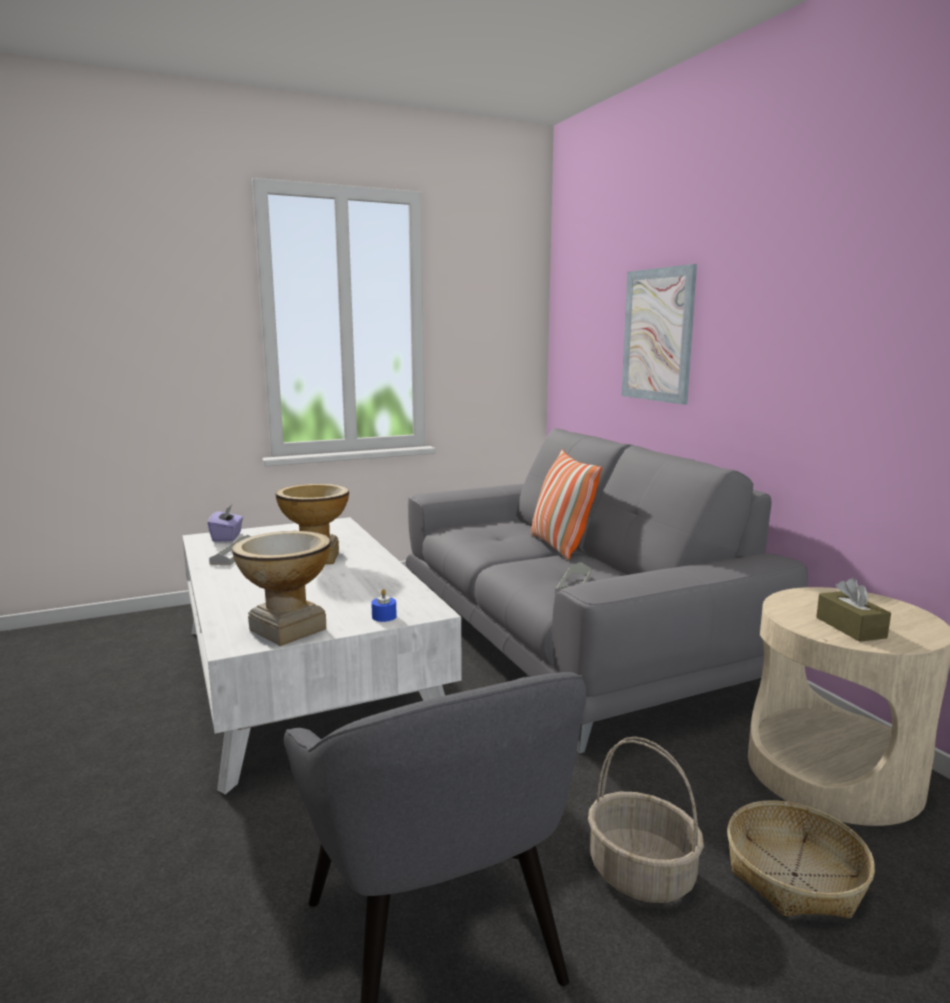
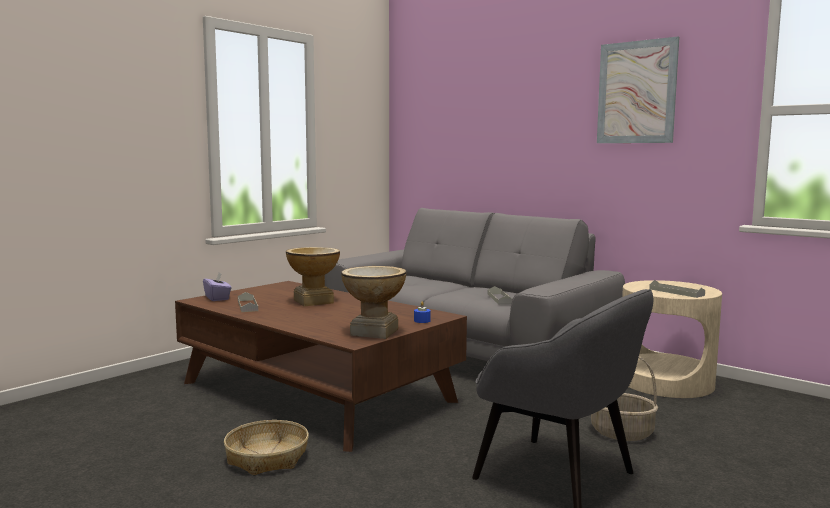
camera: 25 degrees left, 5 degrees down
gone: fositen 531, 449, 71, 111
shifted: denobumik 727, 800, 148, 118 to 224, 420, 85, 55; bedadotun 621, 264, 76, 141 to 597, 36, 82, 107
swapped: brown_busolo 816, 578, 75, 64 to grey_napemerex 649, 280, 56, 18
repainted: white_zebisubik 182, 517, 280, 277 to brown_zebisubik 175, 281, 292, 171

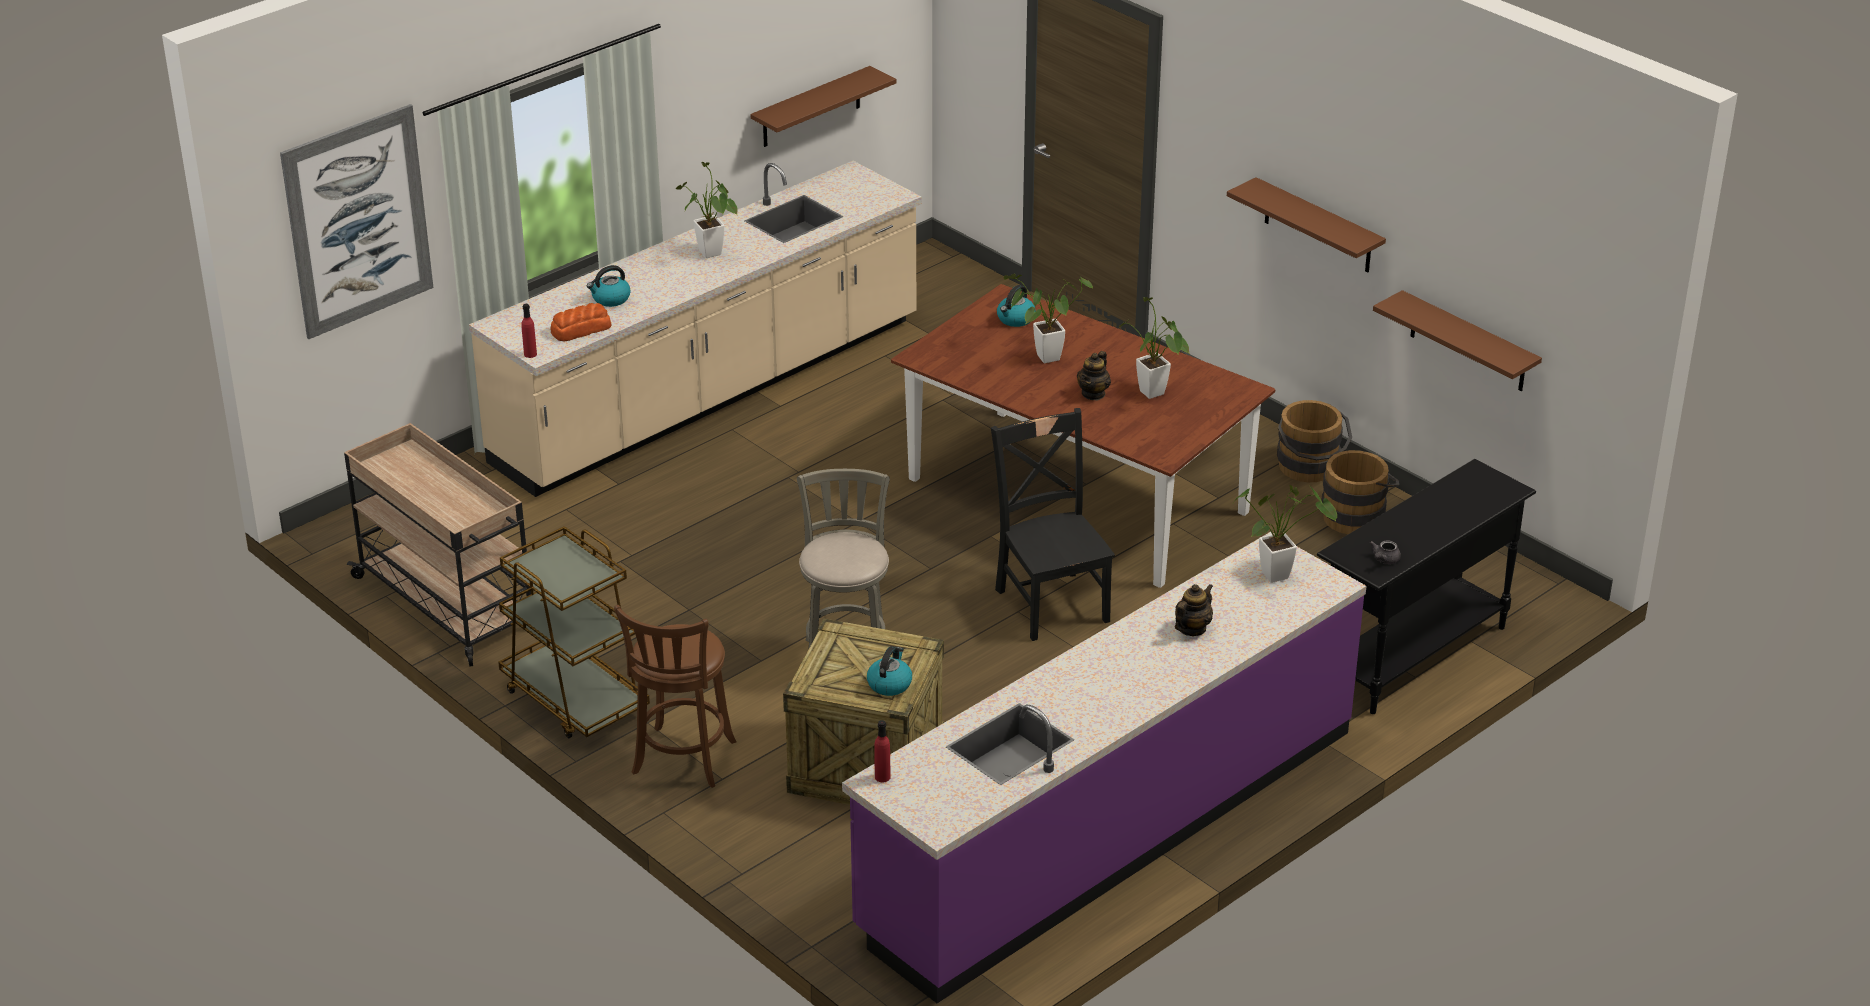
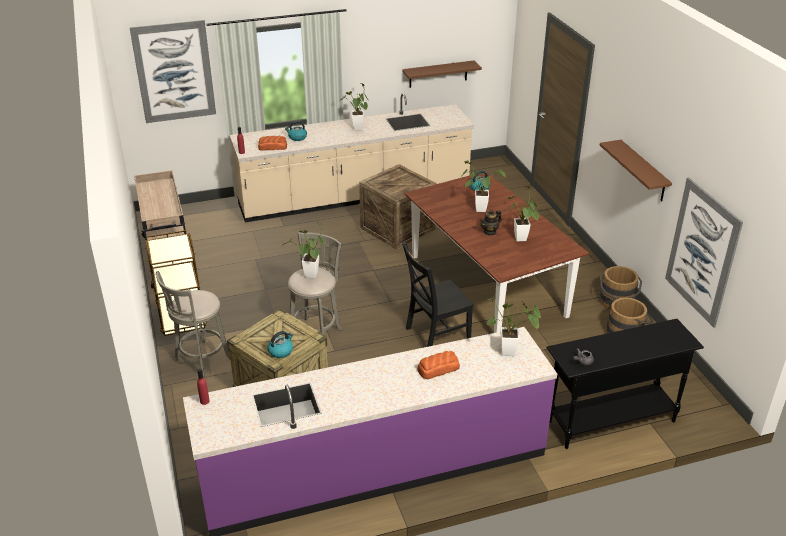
camera: 25 degrees right, 0 degrees up
new: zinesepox 283, 222, 41, 57; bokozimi 359, 164, 78, 86
swapped: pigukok 1175, 584, 38, 52 to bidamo 417, 351, 43, 28; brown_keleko 1373, 290, 169, 101 to bedadotun 665, 177, 78, 151
repainted: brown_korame 614, 605, 122, 183 to grey_korame 156, 271, 74, 107
rotated: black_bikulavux 991, 408, 124, 233 = 402, 242, 72, 105 120 degrees counterclockwise

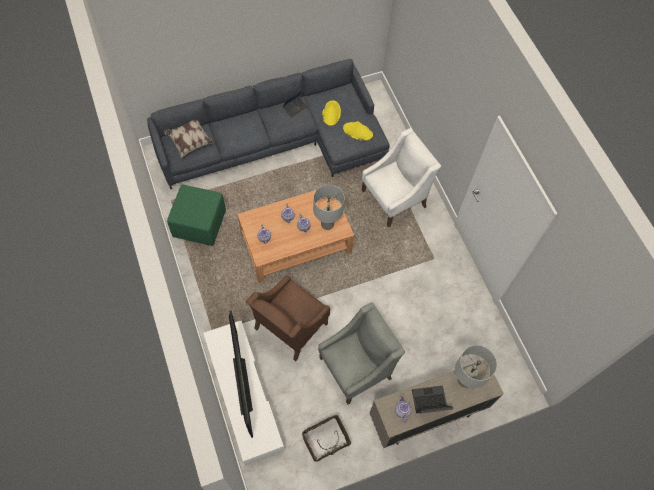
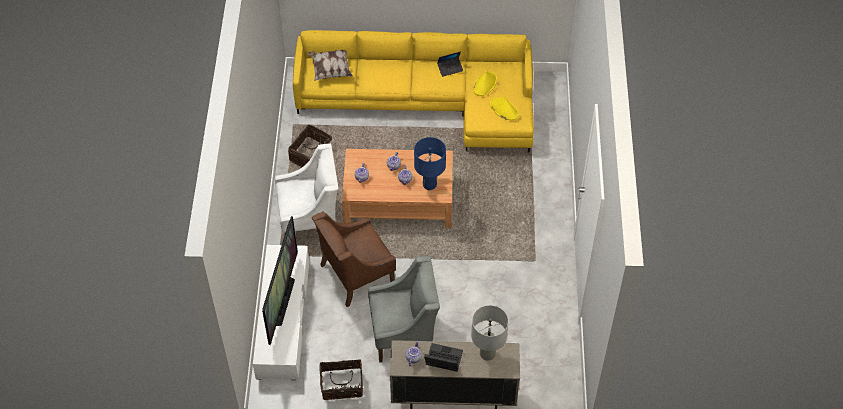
camera: 25 degrees right, 10 degrees down
shifted: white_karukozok 361, 128, 80, 99 to 275, 143, 64, 90
swapped: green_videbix 167, 184, 59, 62 to denobumik 288, 125, 44, 42
repainted: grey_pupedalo 147, 59, 243, 130 to yellow_pupedalo 293, 30, 241, 123; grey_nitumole 313, 185, 32, 45 to blue_nitumole 414, 137, 32, 53

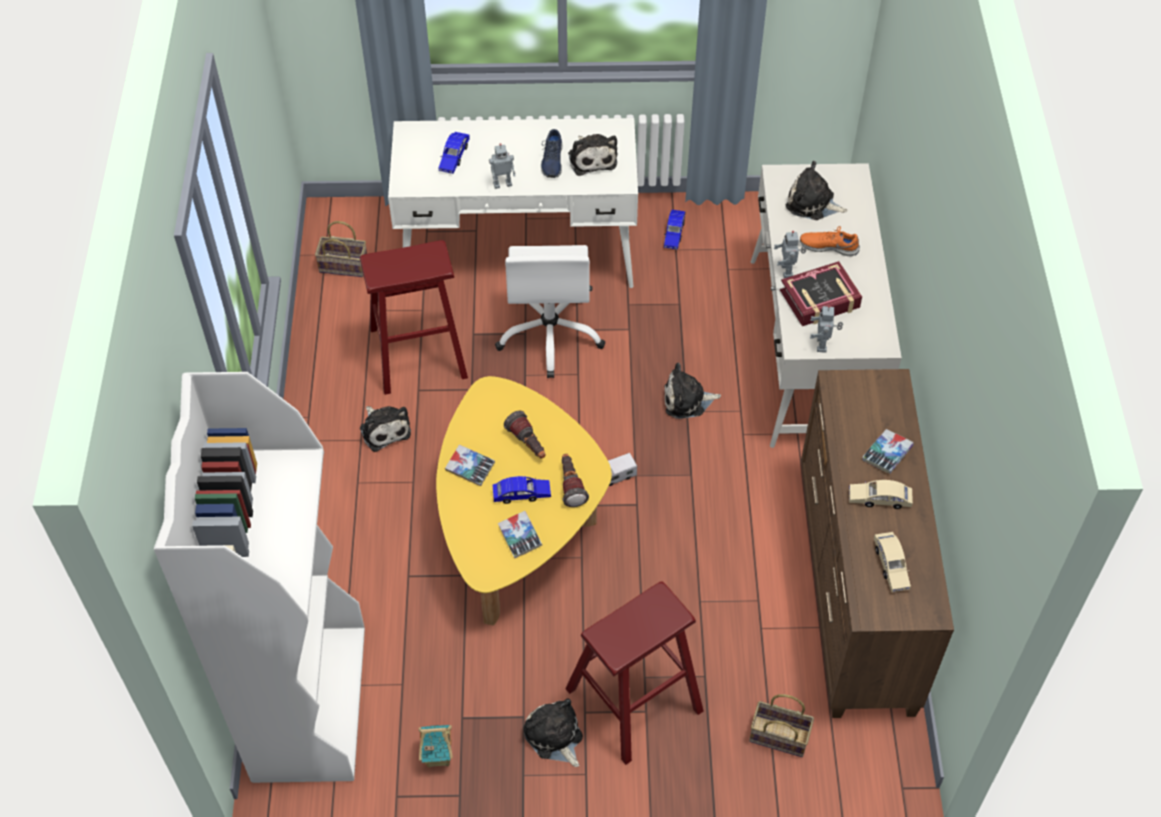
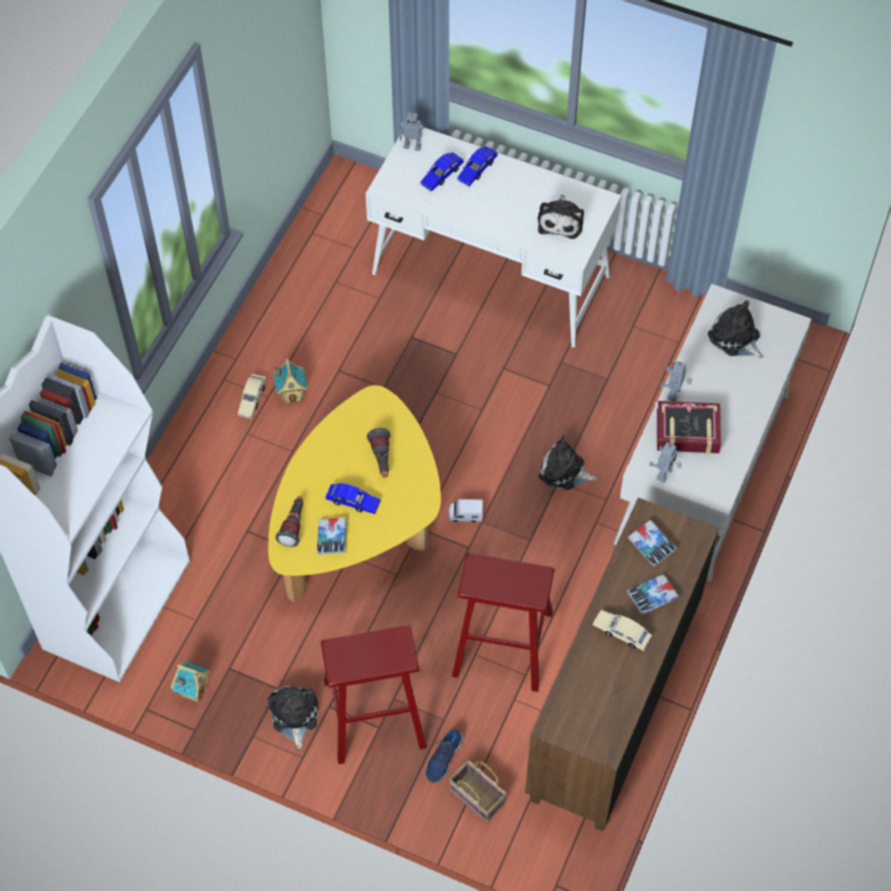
camera: 25 degrees right, 5 degrees up
gone: denobumik 315, 221, 52, 56; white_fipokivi 495, 245, 111, 133; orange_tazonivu 800, 226, 60, 31
shifted: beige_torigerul 874, 532, 37, 60 to 238, 374, 29, 45; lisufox 562, 454, 27, 53 to 275, 496, 28, 51; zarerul 489, 143, 26, 46 to 400, 112, 24, 39; blue_tazonivu 541, 129, 21, 49 to 426, 729, 37, 54; red_korame 360, 240, 108, 155 to 452, 553, 102, 139; blue_torigerul 664, 210, 21, 40 to 457, 146, 41, 40; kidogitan 445, 445, 50, 41 to 628, 520, 49, 47
swapped: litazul 360, 406, 51, 46 to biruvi 274, 359, 33, 45

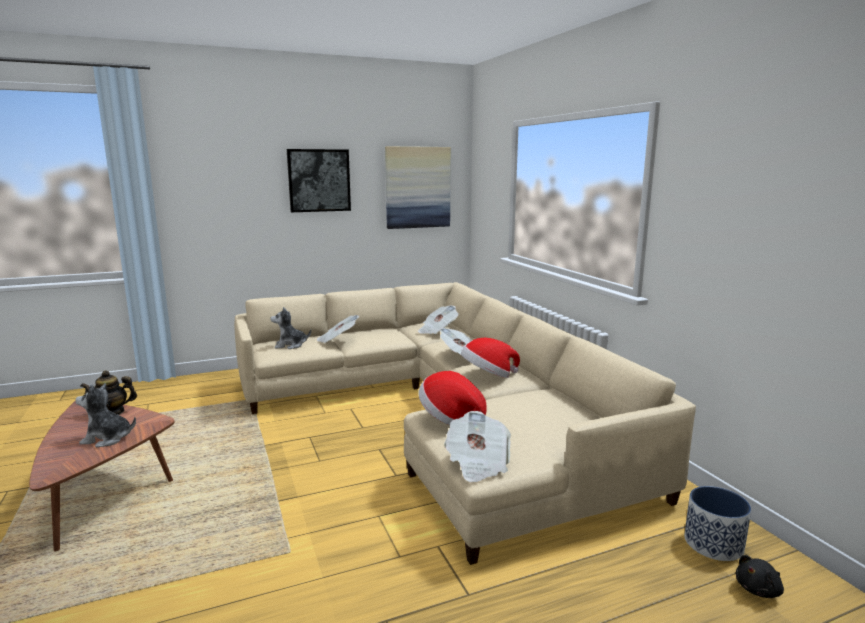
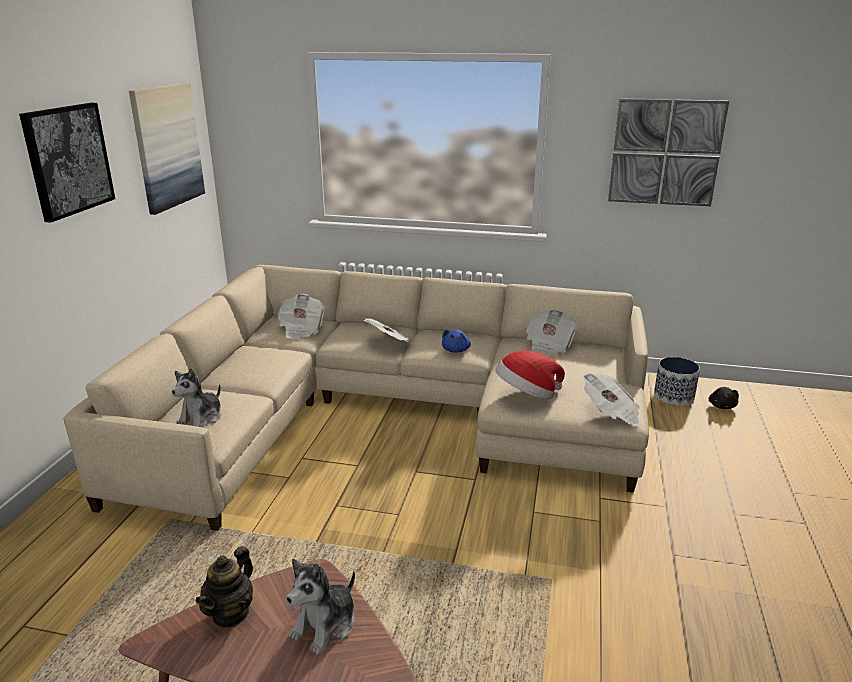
camera: 55 degrees left, 10 degrees up
new: bedadotun 608, 98, 121, 108
shifted: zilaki 316, 315, 43, 28 to 525, 310, 53, 45
swapped: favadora 461, 338, 59, 40 to blue_litazul 442, 329, 29, 24

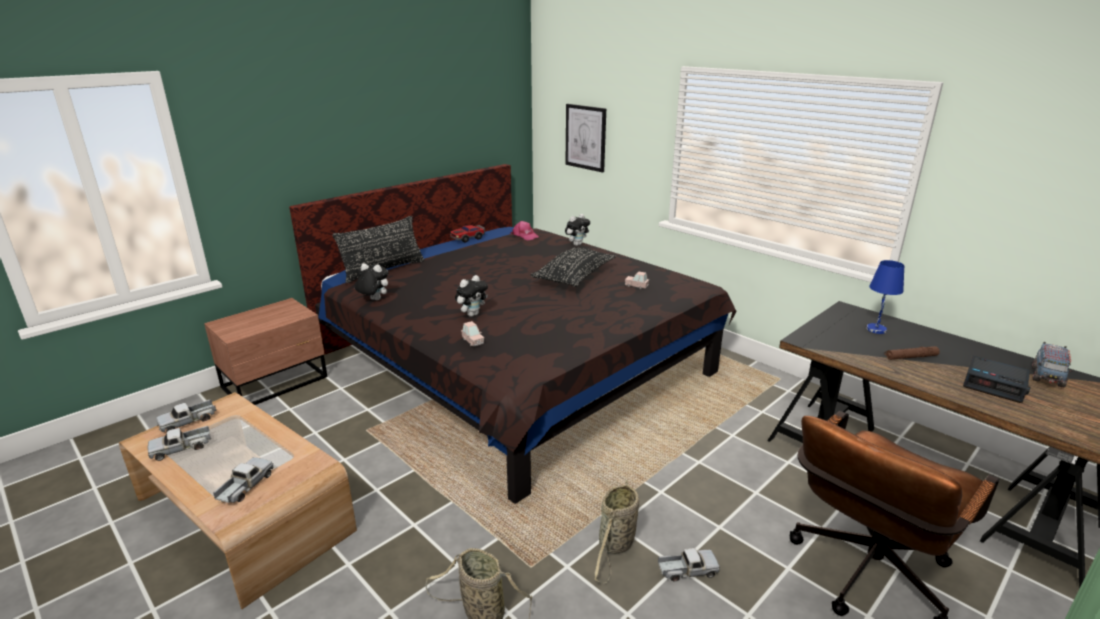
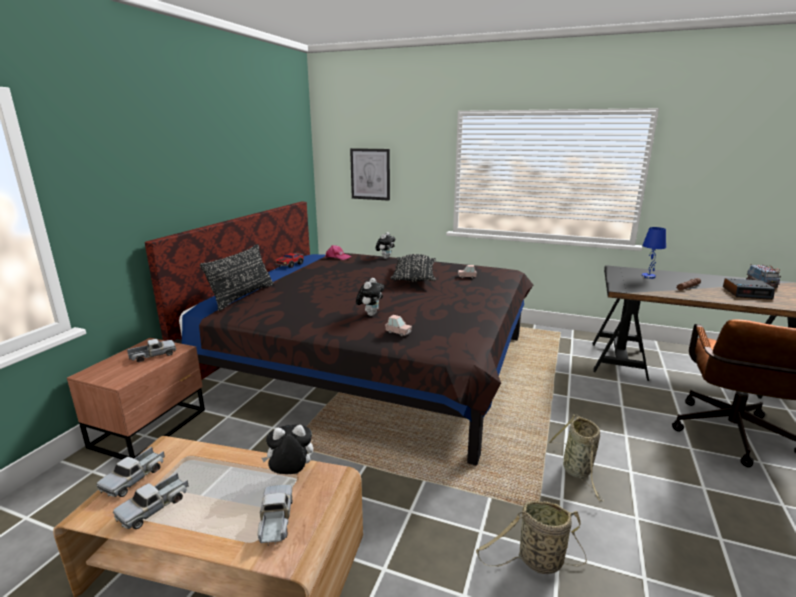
camera: 25 degrees left, 5 degrees down
shifted: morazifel 658, 548, 62, 33 to 127, 339, 49, 23; litazul 354, 263, 35, 37 to 262, 425, 51, 49

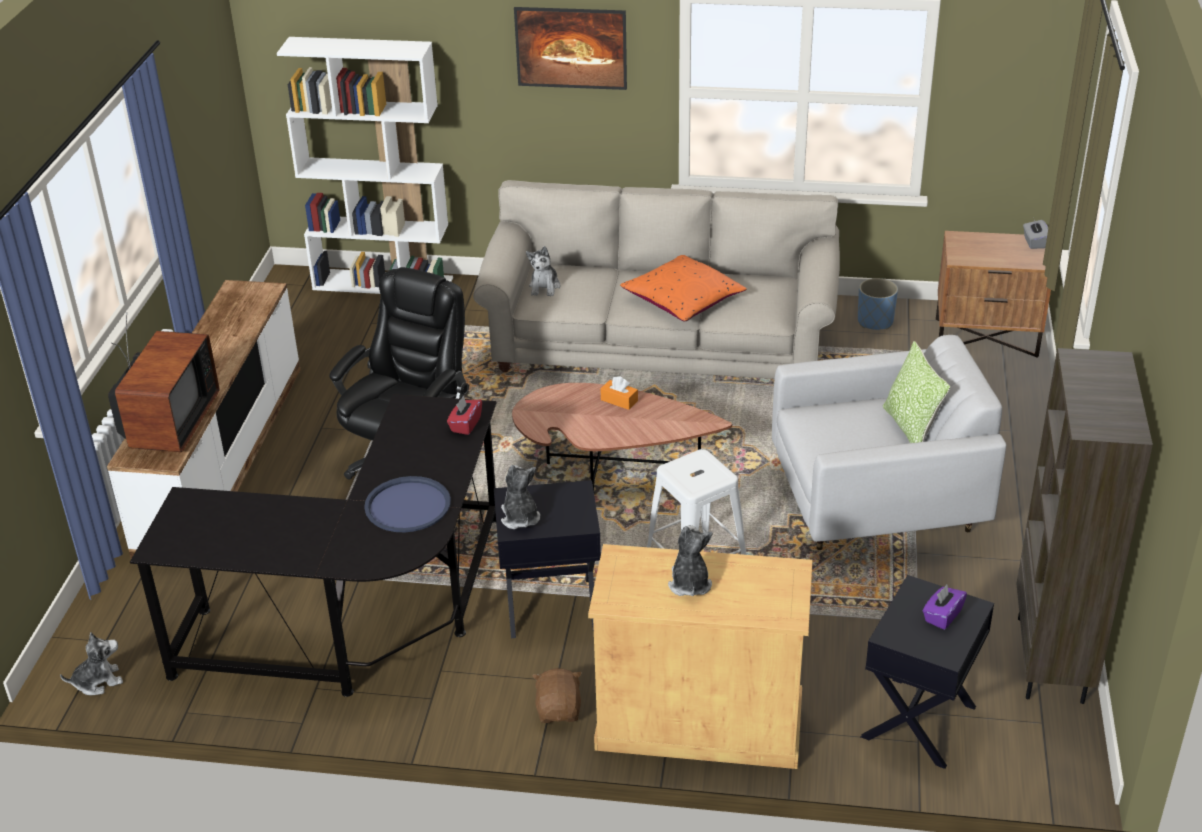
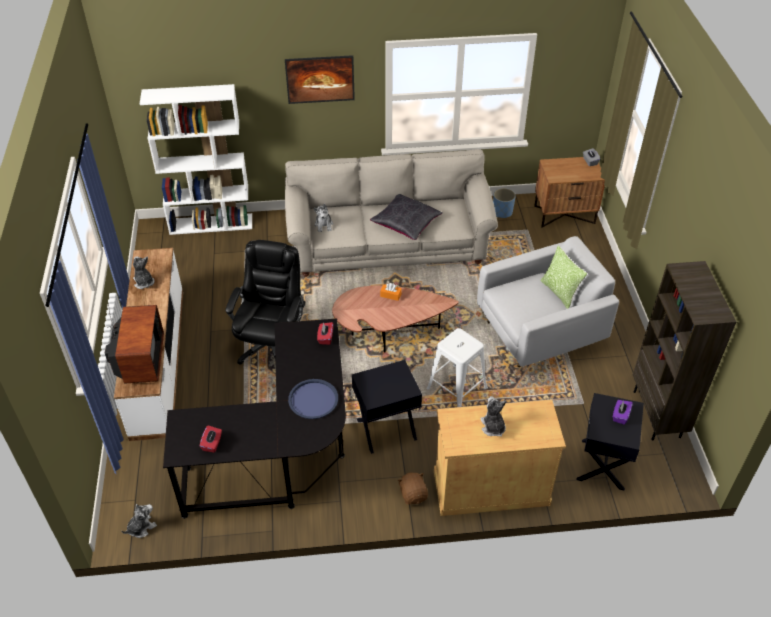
camera: 15 degrees left, 10 degrees up
new: red_busolo 200, 426, 22, 27
shifted: litazul 501, 465, 39, 64 to 133, 256, 22, 33
repainted: orange_fositen 620, 255, 127, 67 to black_fositen 370, 194, 72, 46

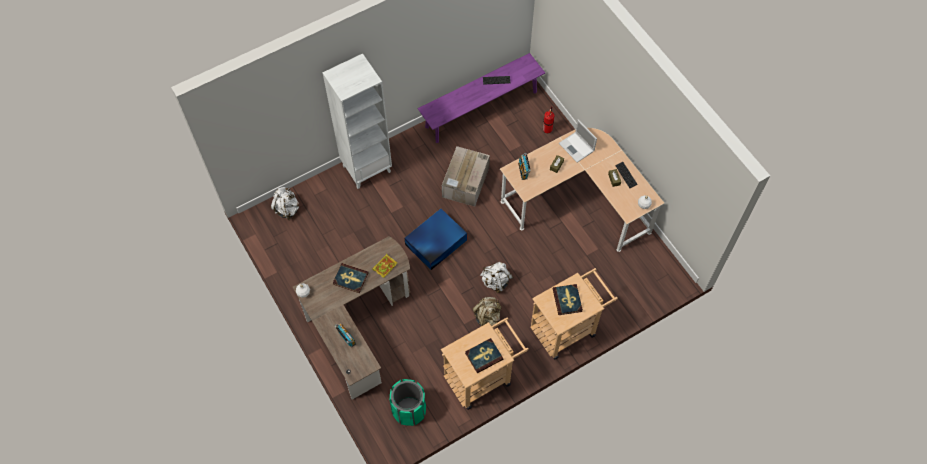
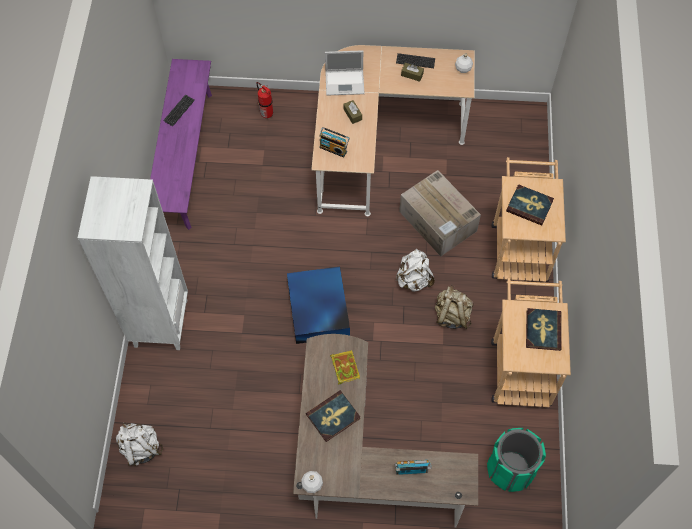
camera: 55 degrees left, 0 degrees up
shifted: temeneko 442, 146, 48, 61 to 399, 170, 82, 86

